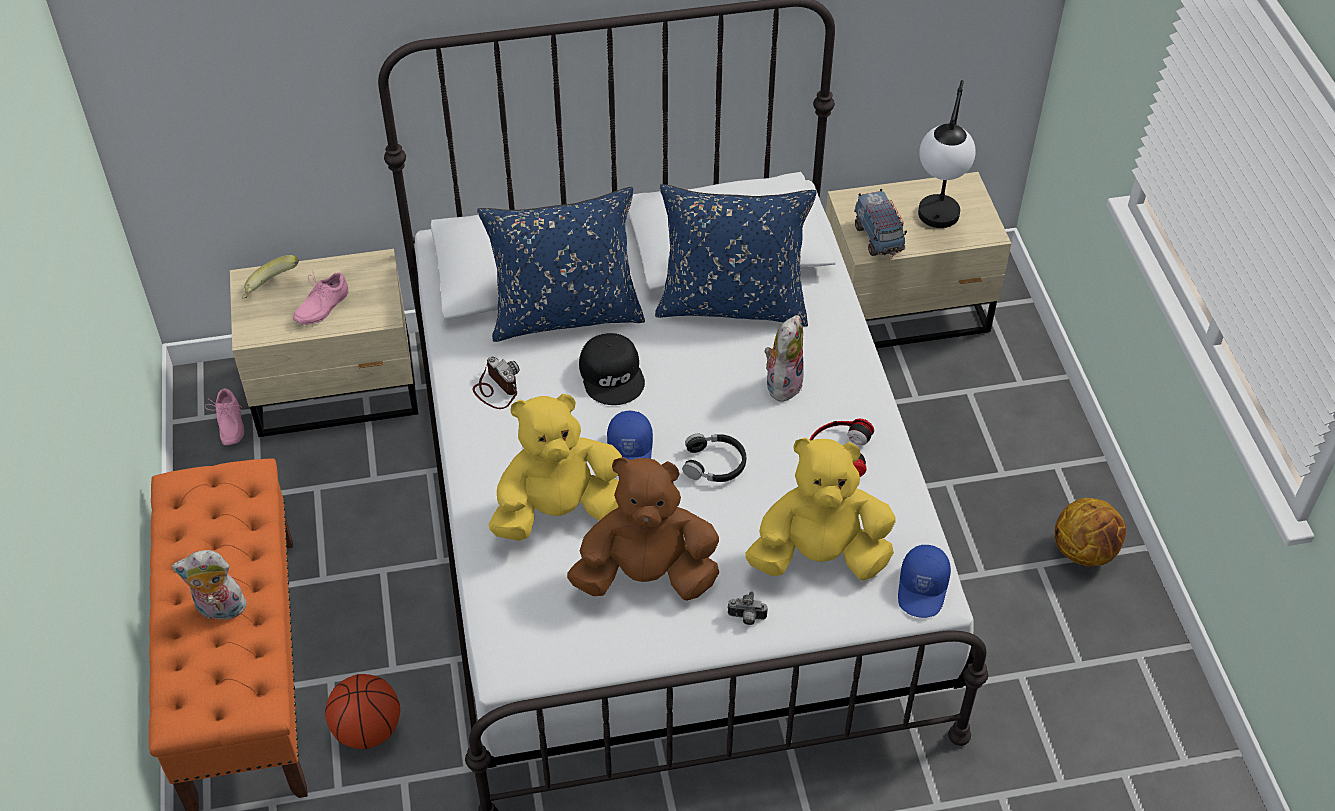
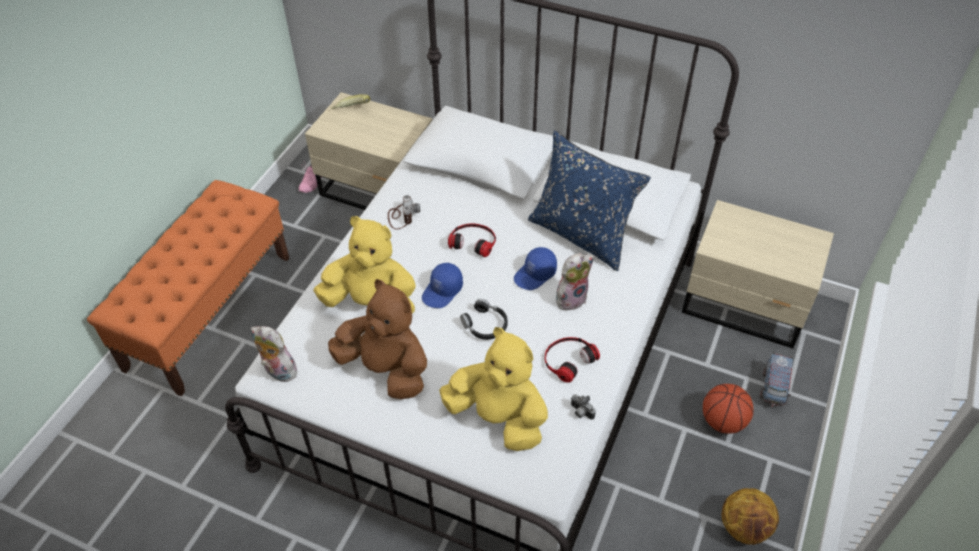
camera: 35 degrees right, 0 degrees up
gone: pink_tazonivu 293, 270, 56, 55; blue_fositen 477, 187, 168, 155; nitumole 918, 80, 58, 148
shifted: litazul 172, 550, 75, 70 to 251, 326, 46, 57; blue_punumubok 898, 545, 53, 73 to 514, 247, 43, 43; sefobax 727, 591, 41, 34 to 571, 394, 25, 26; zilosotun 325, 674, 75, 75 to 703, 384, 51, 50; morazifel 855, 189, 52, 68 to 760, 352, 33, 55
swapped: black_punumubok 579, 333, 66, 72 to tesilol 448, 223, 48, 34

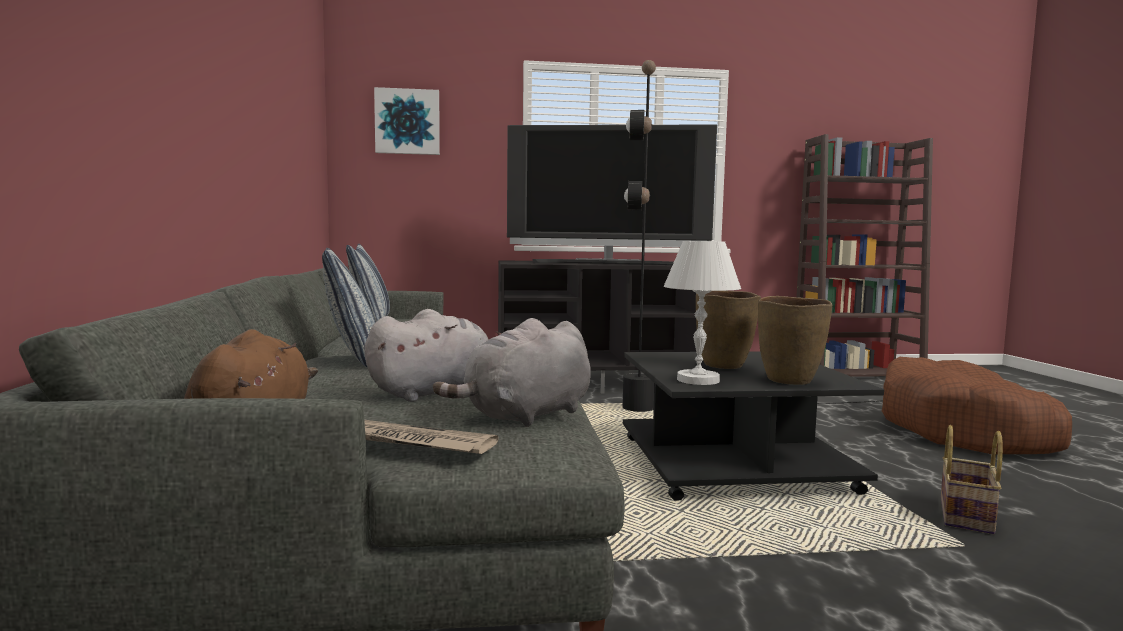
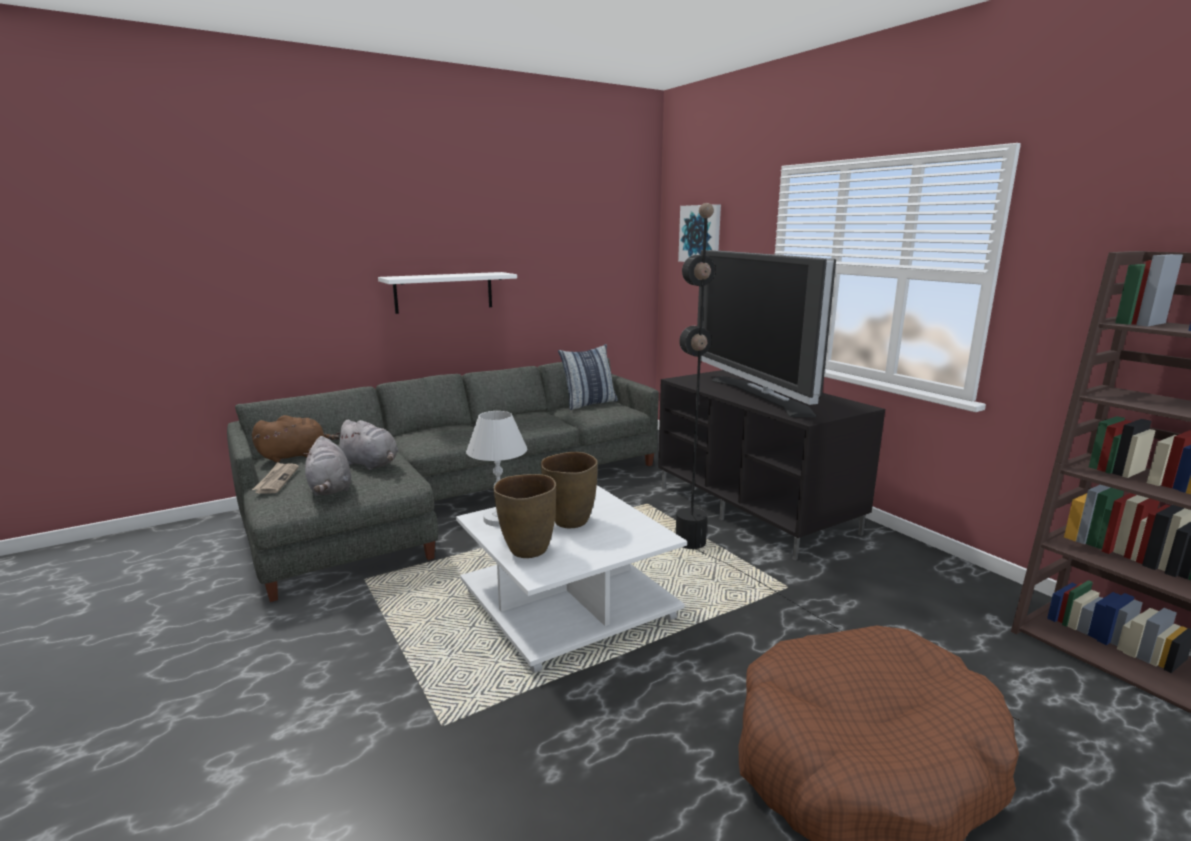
camera: 65 degrees right, 10 degrees up
gone: fositen 322, 248, 54, 120; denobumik 941, 425, 62, 109
new: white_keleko 378, 272, 139, 42
repainted: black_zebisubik 623, 352, 261, 149 to white_zebisubik 456, 485, 231, 188
rotated: grey_litazul 433, 318, 158, 109 = 303, 436, 48, 60 135 degrees counterclockwise

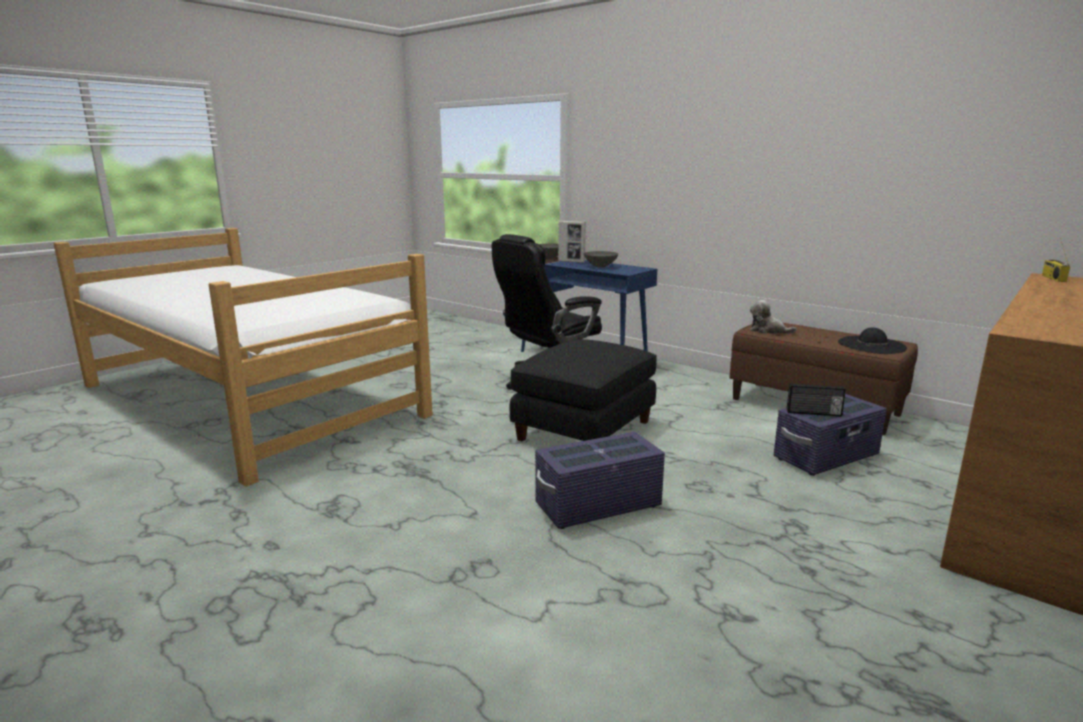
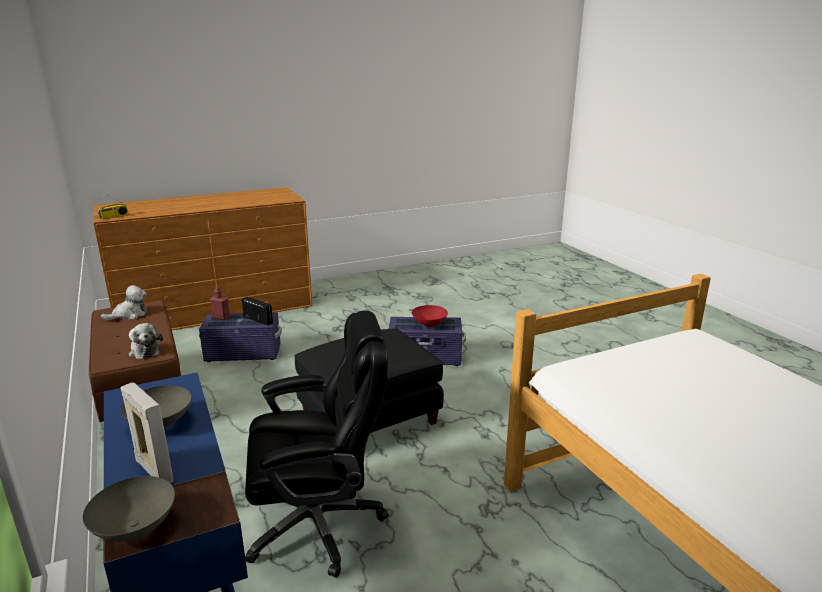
camera: 155 degrees left, 5 degrees up
new: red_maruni 210, 286, 20, 34; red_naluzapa 412, 305, 36, 22
swapped: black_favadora 838, 328, 69, 26 to litazul 101, 285, 46, 36

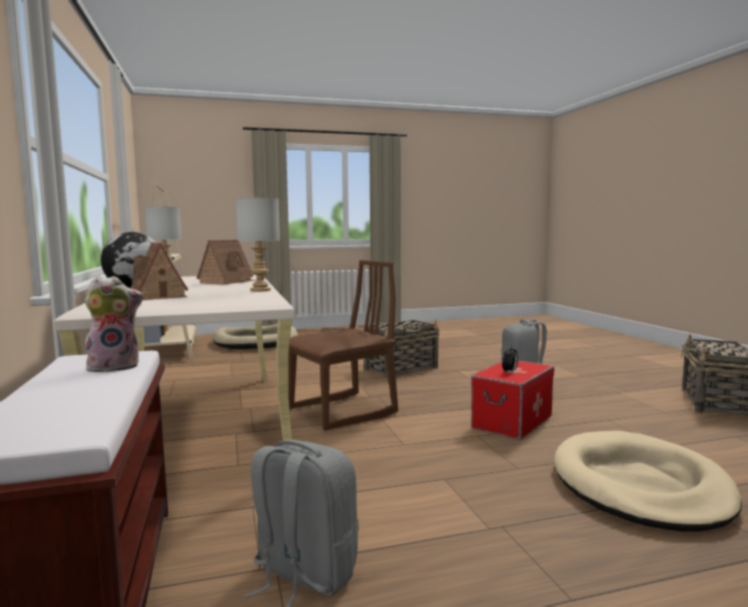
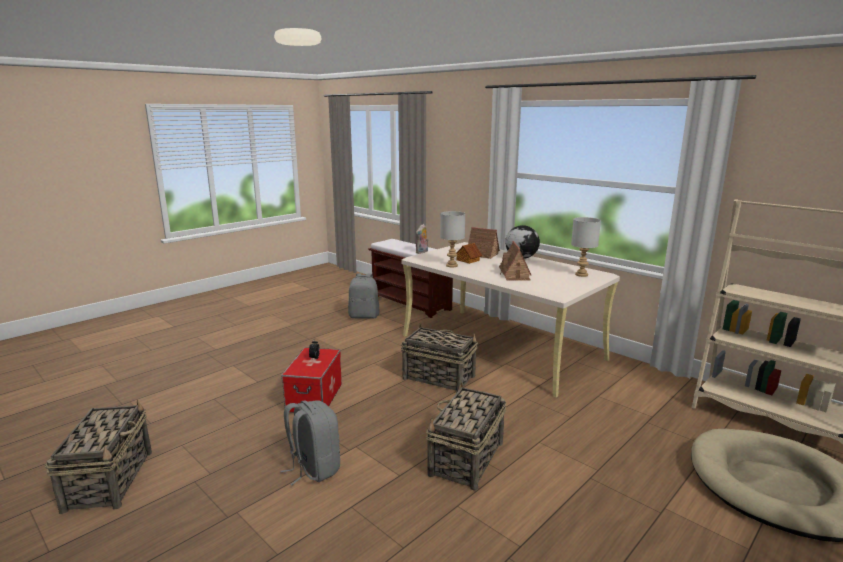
camera: 150 degrees right, 10 degrees up
gone: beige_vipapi 554, 431, 188, 101
new: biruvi 456, 243, 26, 21
swapped: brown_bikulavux 288, 260, 110, 171 to denobumik 401, 323, 77, 69

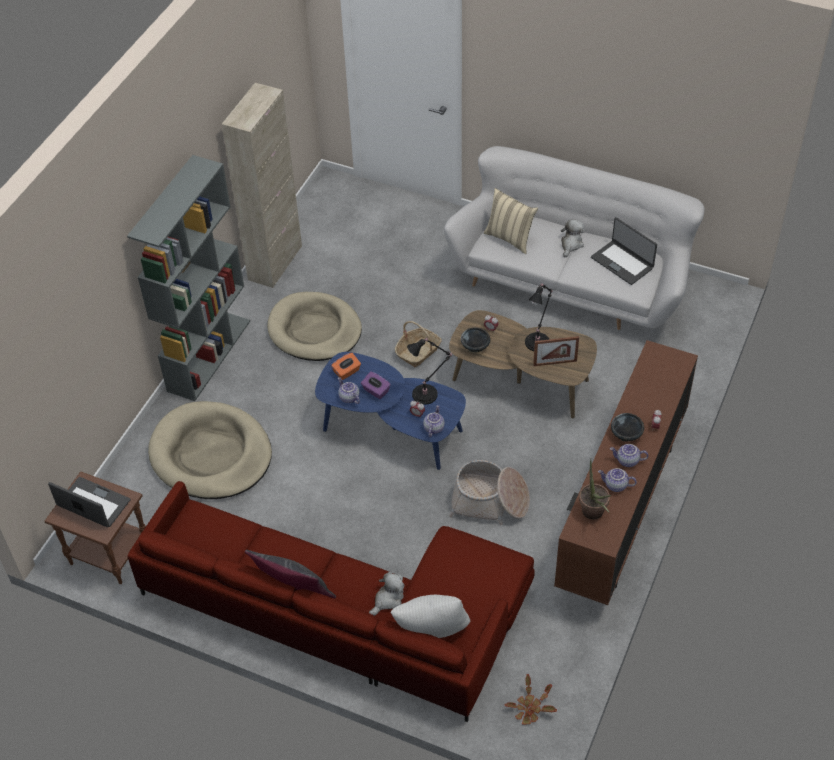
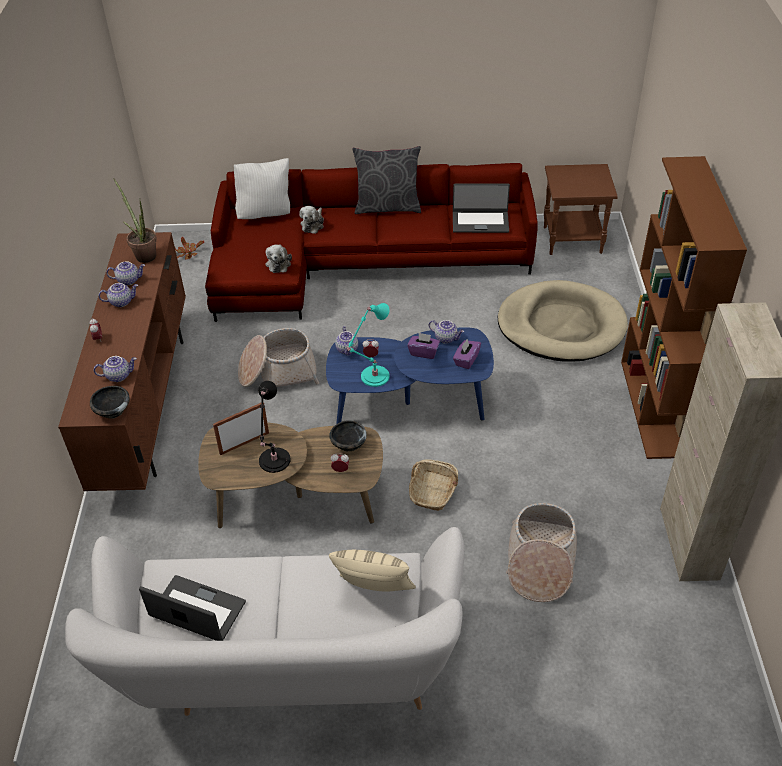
camera: 155 degrees right, 5 degrees down
gone: beige_vipapi 267, 292, 95, 69
new: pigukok 94, 356, 43, 26; denobumik 506, 503, 71, 99
shifted: black_naluzapa 611, 413, 33, 29 to 90, 386, 40, 33; litazul 561, 219, 23, 38 to 265, 244, 27, 29; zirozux 48, 477, 83, 51 to 453, 184, 57, 49
repainted: black_nitumole 407, 337, 45, 68 to turquoise_nitumole 347, 303, 43, 84; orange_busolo 331, 353, 30, 27 to purple_busolo 453, 339, 28, 30; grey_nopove 127, 155, 123, 246 to brown_nopove 621, 156, 126, 303

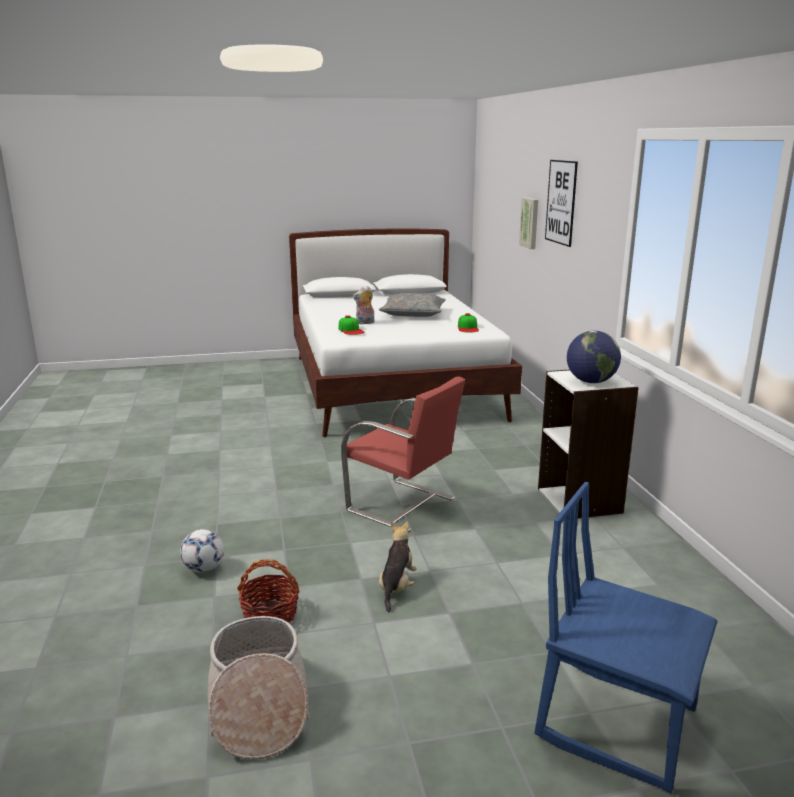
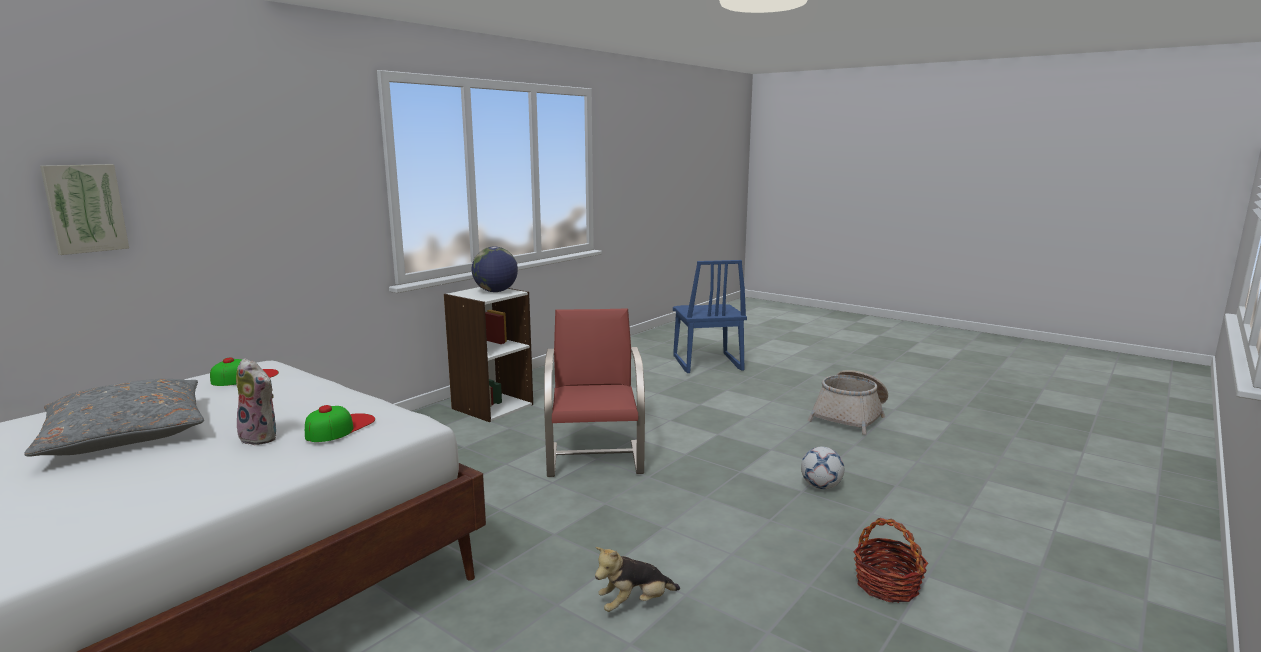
camera: 130 degrees left, 5 degrees down
gone: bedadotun 545, 160, 33, 87
shifted: litazul 379, 522, 38, 91 to 595, 547, 85, 65; denobumik 237, 559, 62, 64 to 853, 518, 75, 85

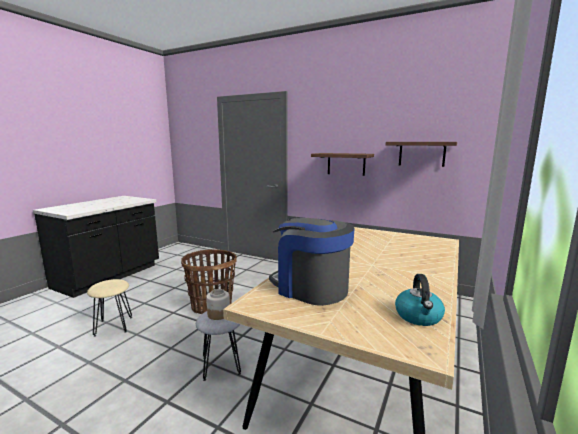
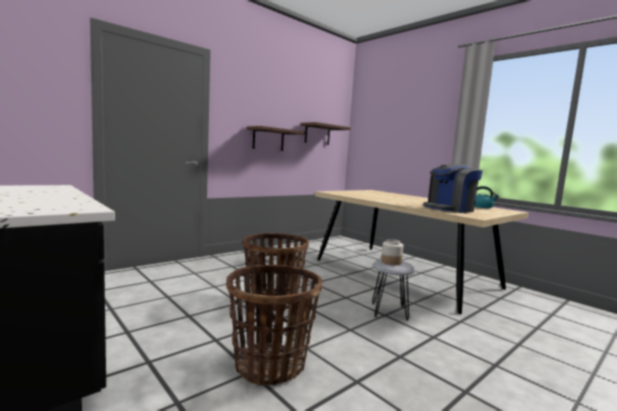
camera: 70 degrees left, 5 degrees down
swapped: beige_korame 87, 279, 45, 58 to denobumik 226, 265, 96, 121

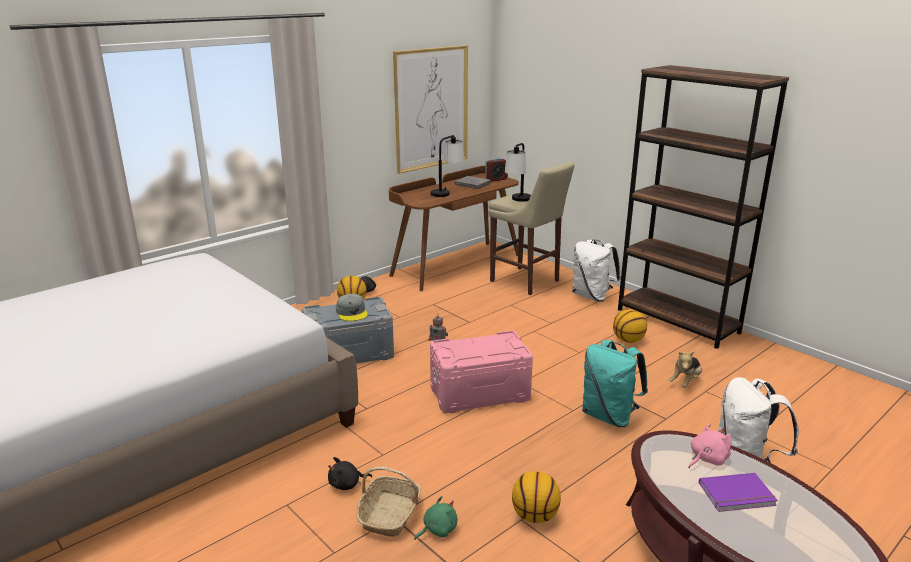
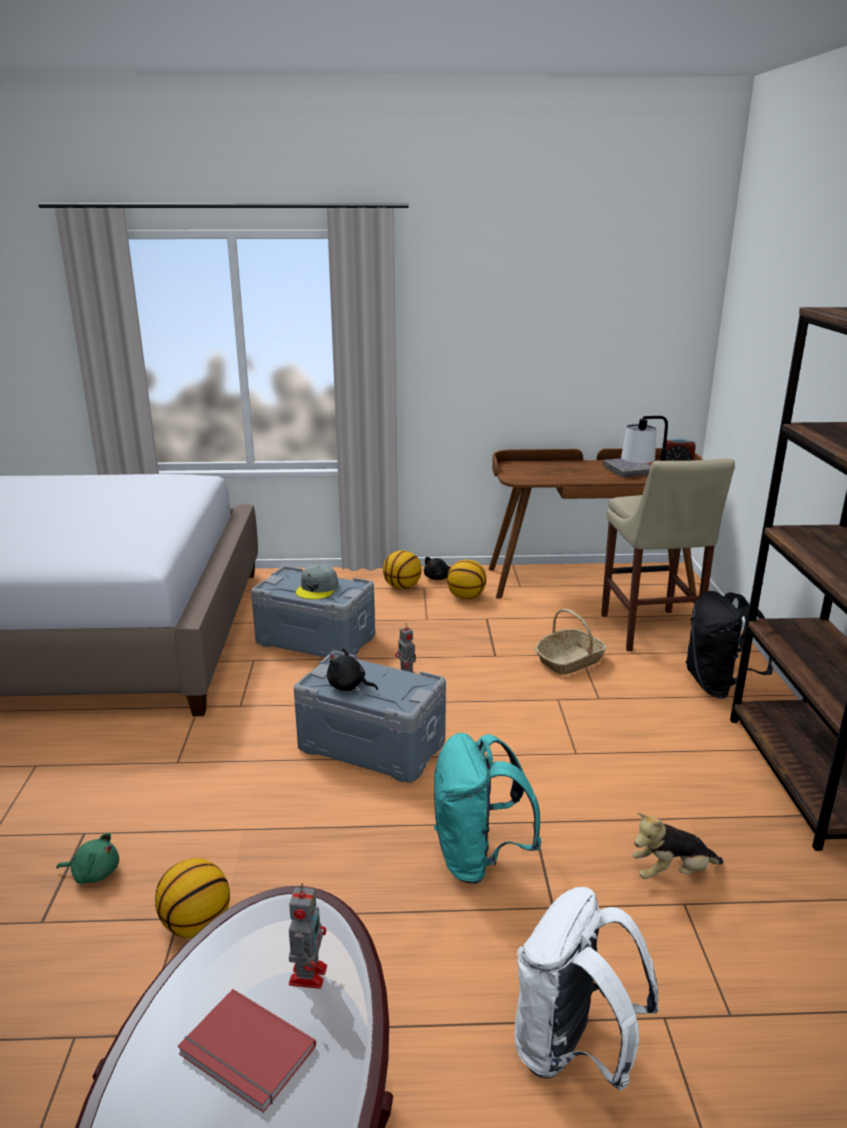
camera: 40 degrees right, 0 degrees up
gone: bedadotun 393, 45, 75, 129; nitumole 430, 135, 34, 62
shifted: black_litazul 328, 457, 44, 33 to 327, 648, 51, 44; zilosotun 613, 309, 34, 34 to 447, 560, 39, 39; denobumik 357, 466, 64, 71 to 535, 609, 72, 66
swapped: pink_litazul 688, 423, 43, 45 to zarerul 289, 883, 38, 106
repainted: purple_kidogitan 699, 473, 79, 39 to red_kidogitan 178, 989, 138, 124; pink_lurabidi 430, 331, 103, 82 to grey_lurabidi 294, 651, 152, 132; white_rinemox 572, 239, 49, 63 to black_rinemox 685, 591, 88, 108

